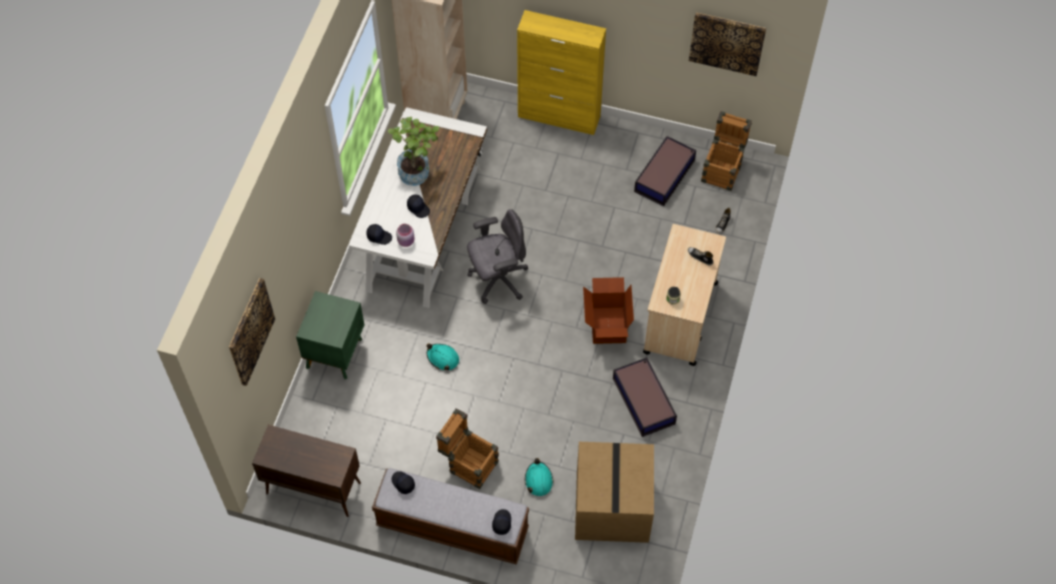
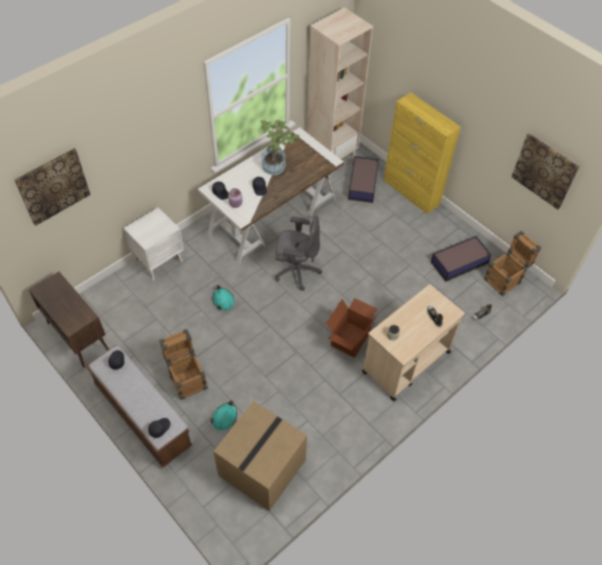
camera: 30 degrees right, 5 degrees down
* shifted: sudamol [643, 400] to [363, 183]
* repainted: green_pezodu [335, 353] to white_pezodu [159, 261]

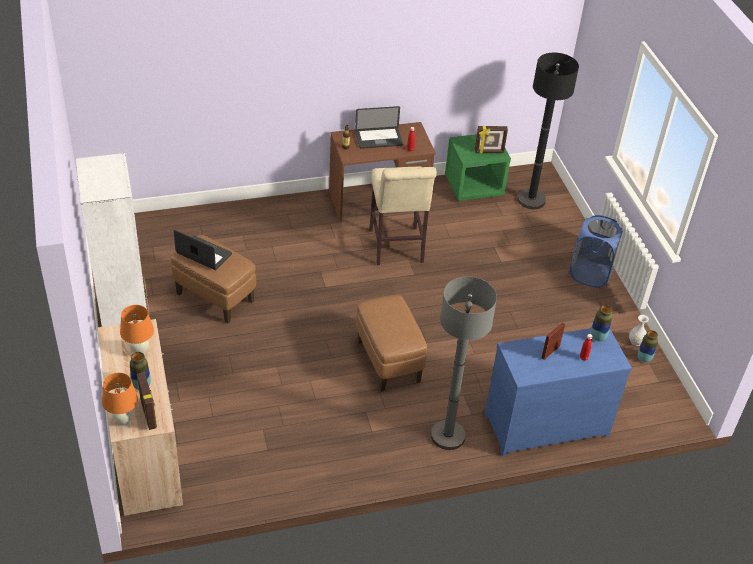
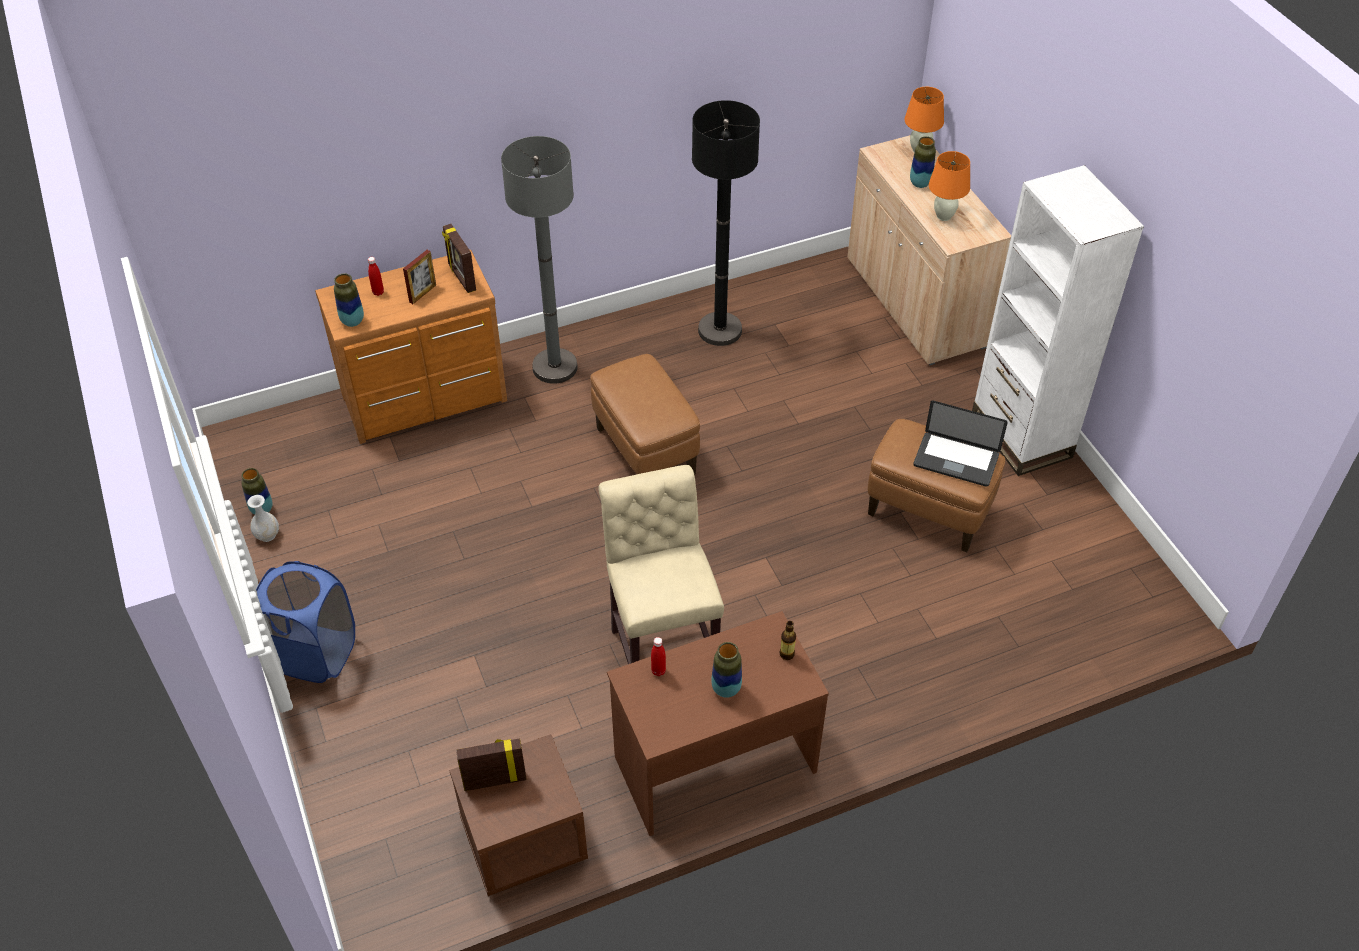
camera: 175 degrees right, 5 degrees up
* shifted: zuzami [149, 414] to [461, 278]
* shifted: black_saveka [531, 200] to [720, 330]
* swapped: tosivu [379, 139] to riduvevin [726, 689]
* repainted: green_pezodu [474, 186] to brown_pezodu [523, 841]
* repainted: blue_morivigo [544, 422] to brown_morivigo [426, 400]

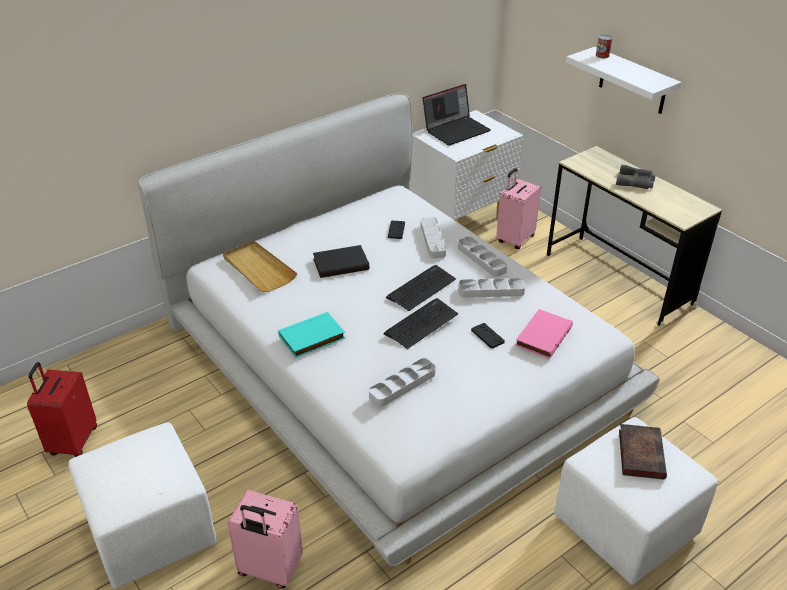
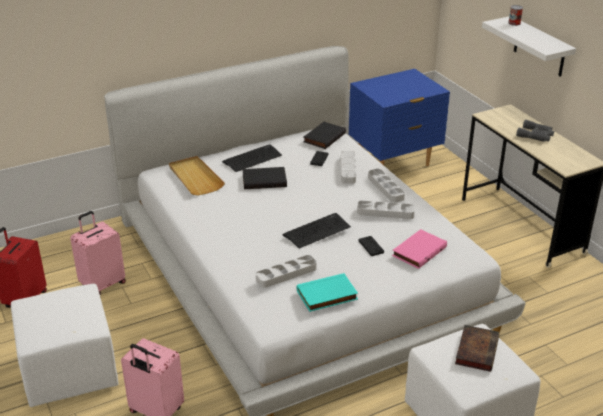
camera: 10 degrees right, 5 degrees down
* gone: tosivu [456, 130]
* new: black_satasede [323, 137]
* shifted: turquoise_satasede [312, 338] to [327, 296]
* shifted: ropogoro [421, 288] to [252, 159]
* shifted: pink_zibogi [514, 239] to [102, 284]
* repainted: white_pezodu [461, 218] to blue_pezodu [394, 163]

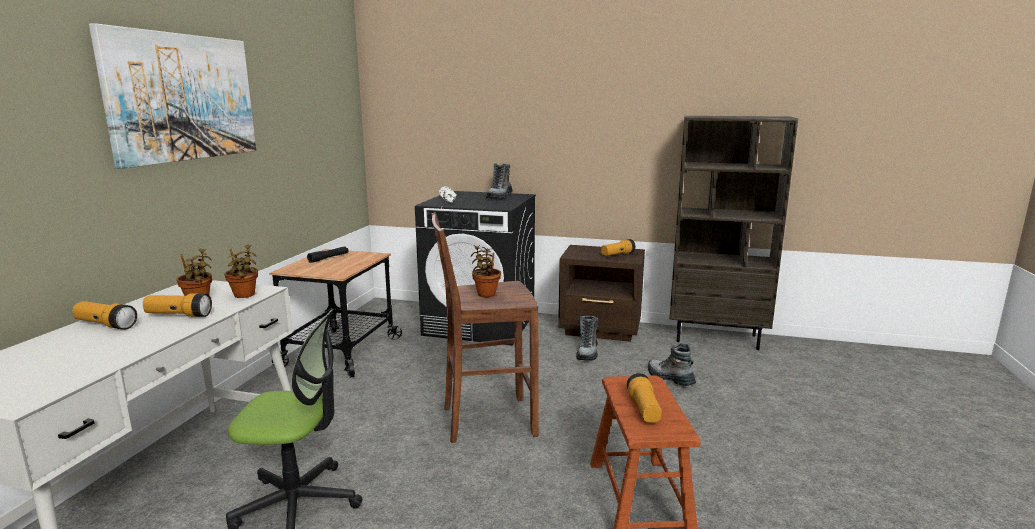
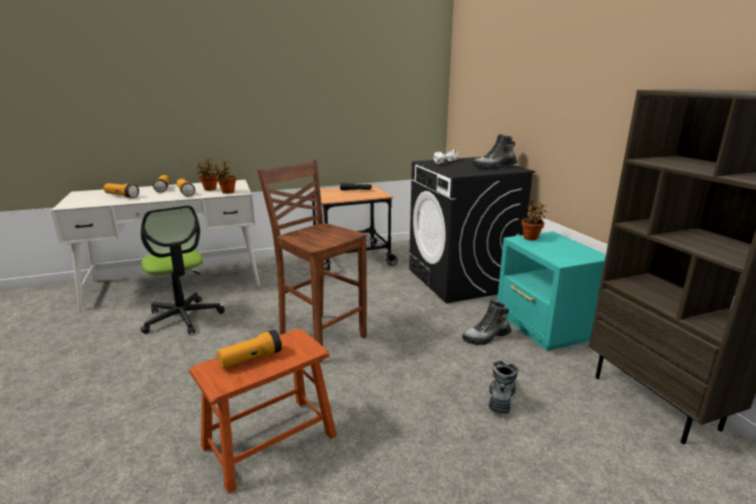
camera: 55 degrees right, 5 degrees up
* gone: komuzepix [183, 97]
* shifted: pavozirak [486, 293] to [531, 237]
* shifted: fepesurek [617, 255] to [122, 196]
* repainted: brown_pezodu [601, 330] to turquoise_pezodu [544, 329]

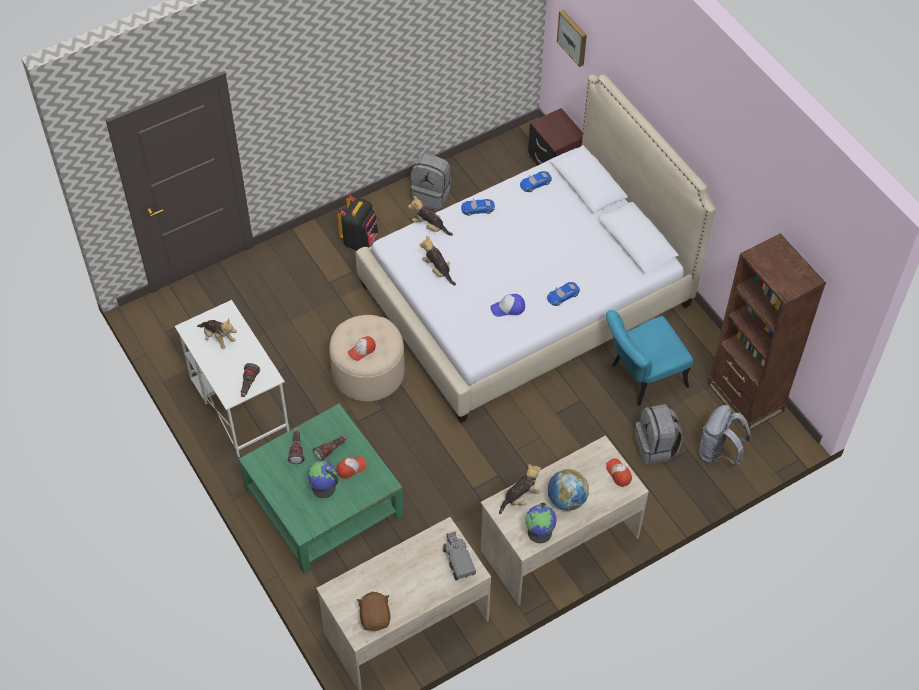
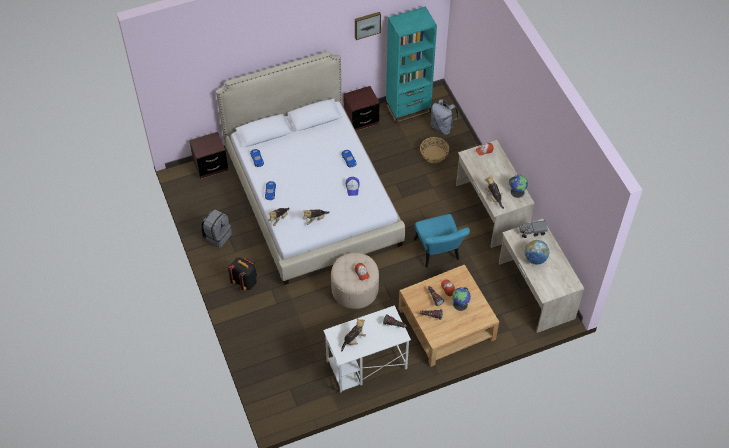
camera: 80 degrees left, 0 degrees up
* gone: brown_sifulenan [375, 617]
* new: brown_pezodu [361, 120]
* shifted: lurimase [566, 500] to [535, 259]
* shifted: komuzepix [573, 37] to [367, 24]
* shifted: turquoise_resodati [641, 378] to [438, 253]
* swapped: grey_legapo [656, 447] to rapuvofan [434, 154]
* repainted: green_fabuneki [323, 501] to beige_fabuneki [446, 324]
* repainted: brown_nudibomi [745, 397] to turquoise_nudibomi [408, 108]

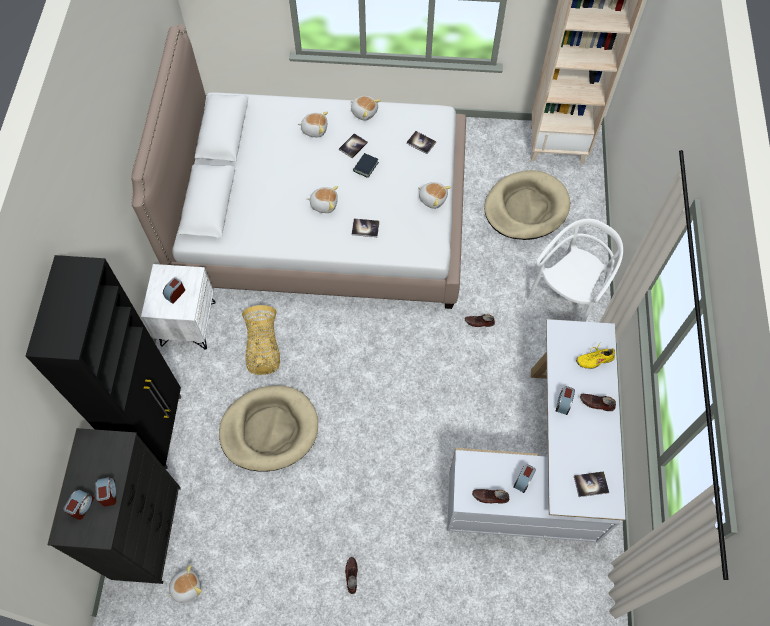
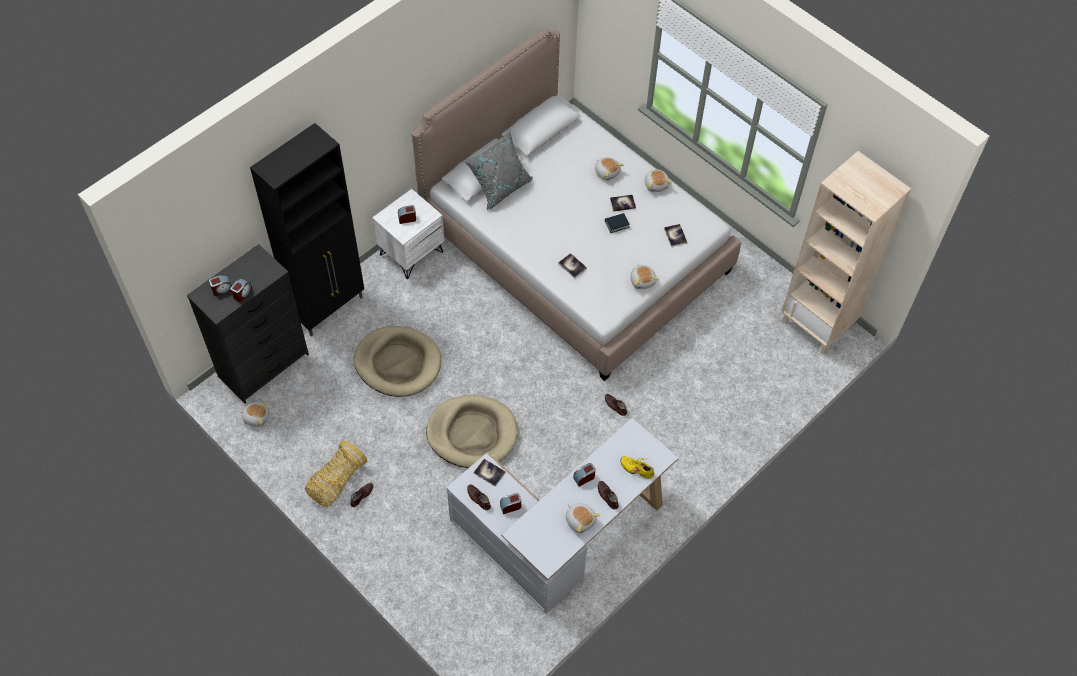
camera: 40 degrees right, 5 degrees down
* gone: white_resodati [568, 296]
* new: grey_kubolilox [500, 186]
* shifted: rapuvofan [263, 348] to [336, 482]
* shifted: sifulenan [324, 204] to [580, 520]
* shifted: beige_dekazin [526, 208] to [472, 433]
* shifted: satasede [591, 484] to [489, 472]

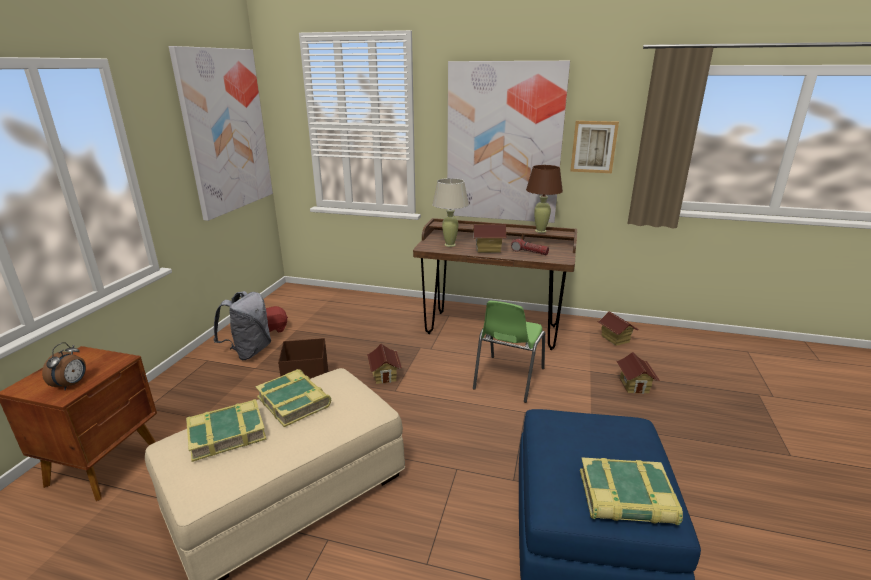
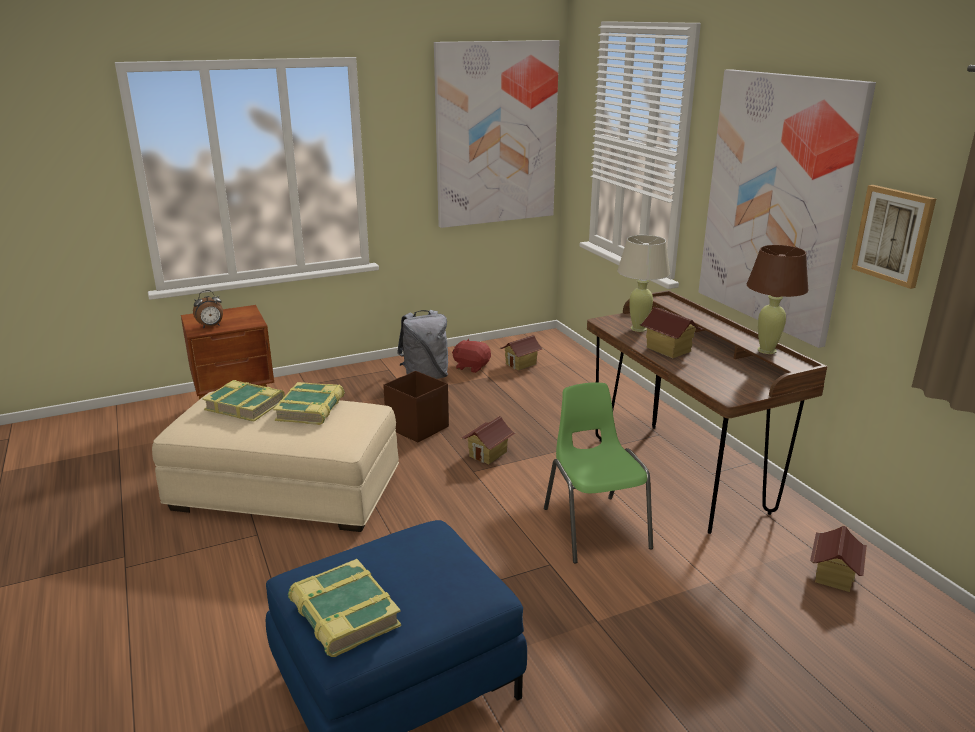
camera: 50 degrees right, 0 degrees up
* gone: fepesurek [529, 252]
* shifted: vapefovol [634, 385] to [521, 364]
* rotated: green_resodati [507, 379] = [594, 527] 90 degrees clockwise

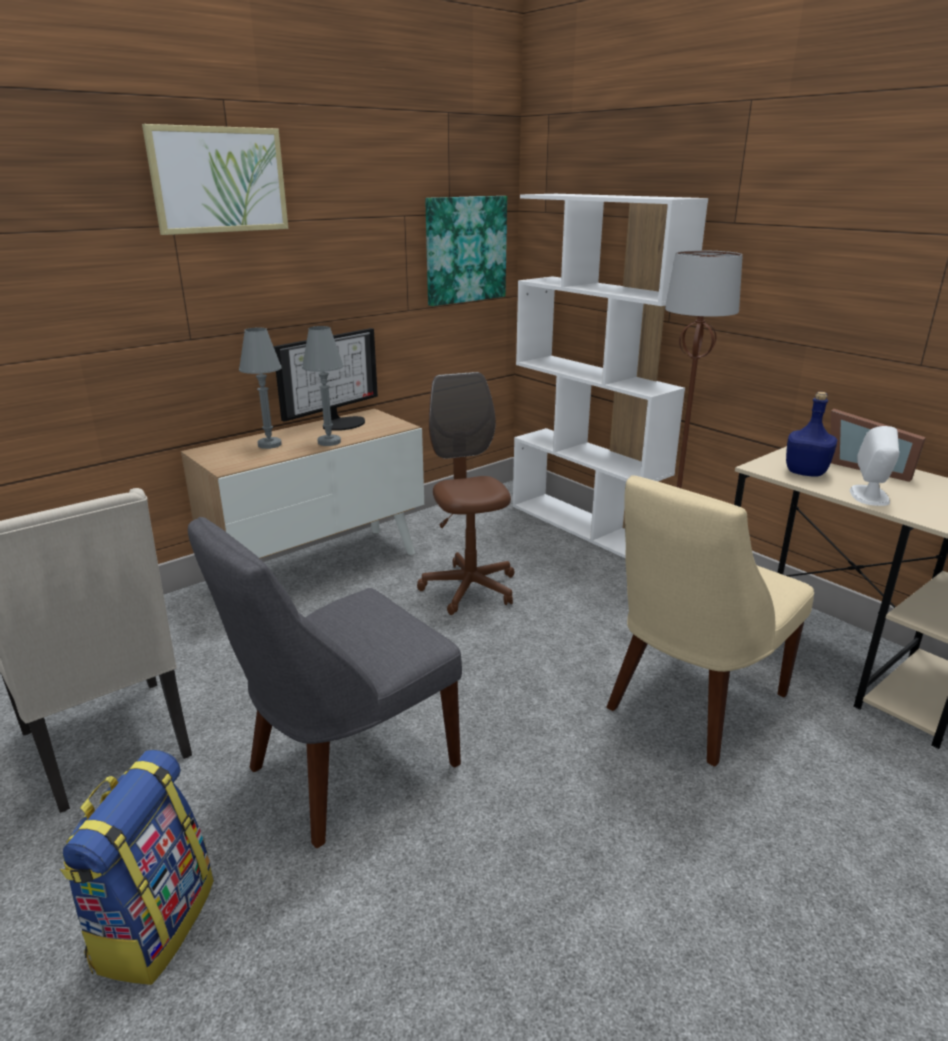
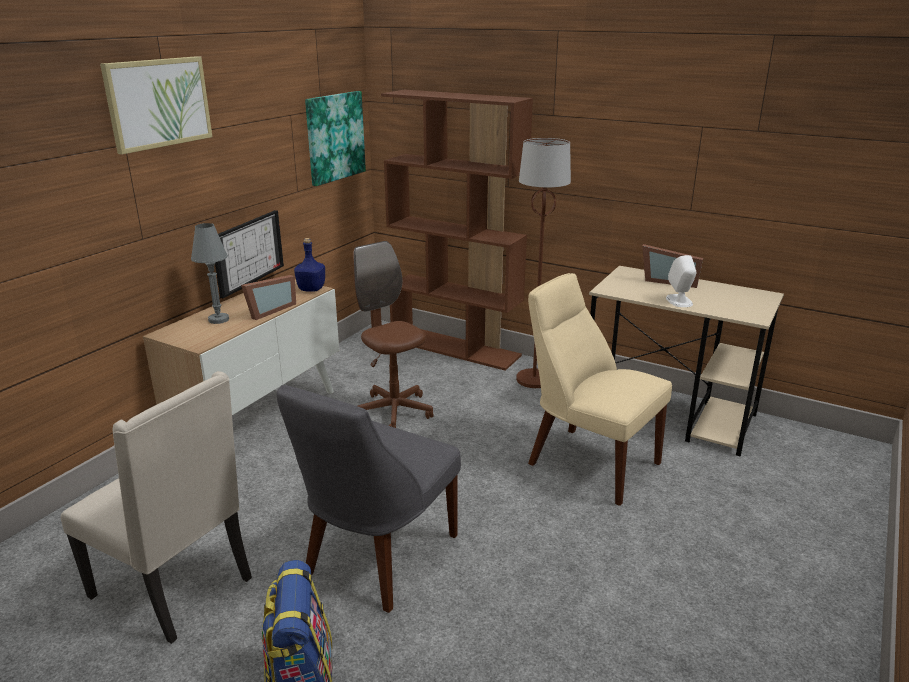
camera: 20 degrees left, 0 degrees up
* shifted: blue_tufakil [804, 472] to [311, 289]
* swapped: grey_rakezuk [329, 442] to zuzami [268, 310]
* repainted: white_nudibomi [586, 526] to brown_nudibomi [456, 348]
* rotated: beige_resodati [690, 704] = [588, 461] 105 degrees clockwise

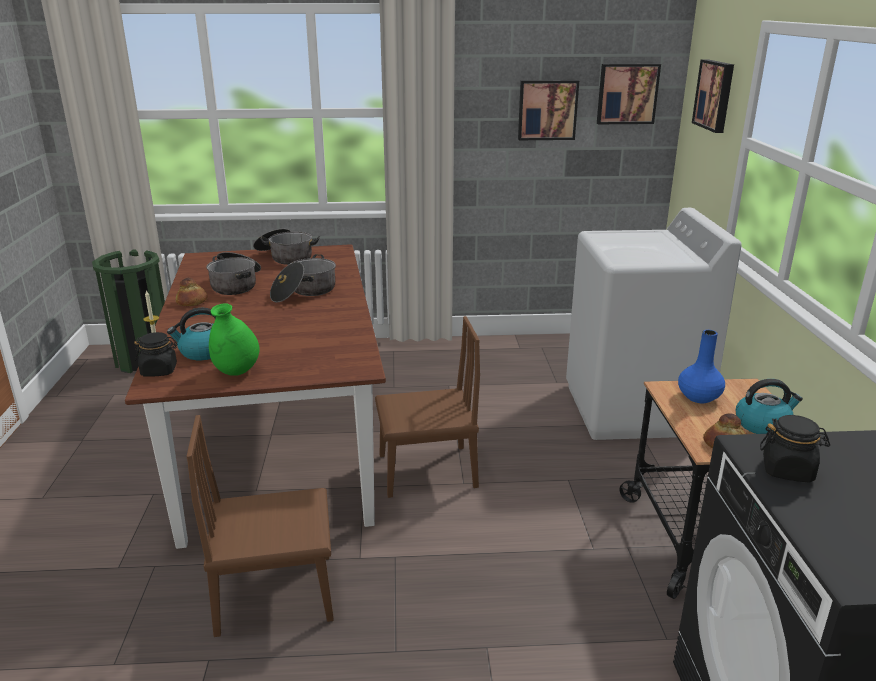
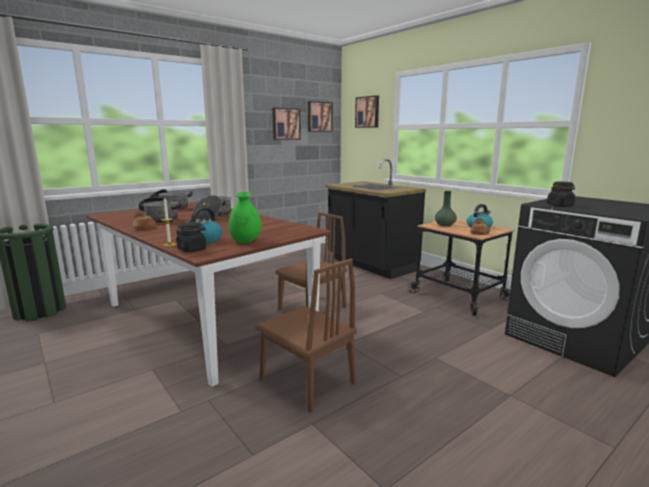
camera: 35 degrees left, 10 degrees down
* swapped: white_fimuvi [633, 409] to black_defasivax [371, 265]
* repainted: blue_riduvevin [699, 397] to green_riduvevin [445, 225]
* rotated: brown_resodati [275, 594] = [307, 381] 90 degrees counterclockwise

